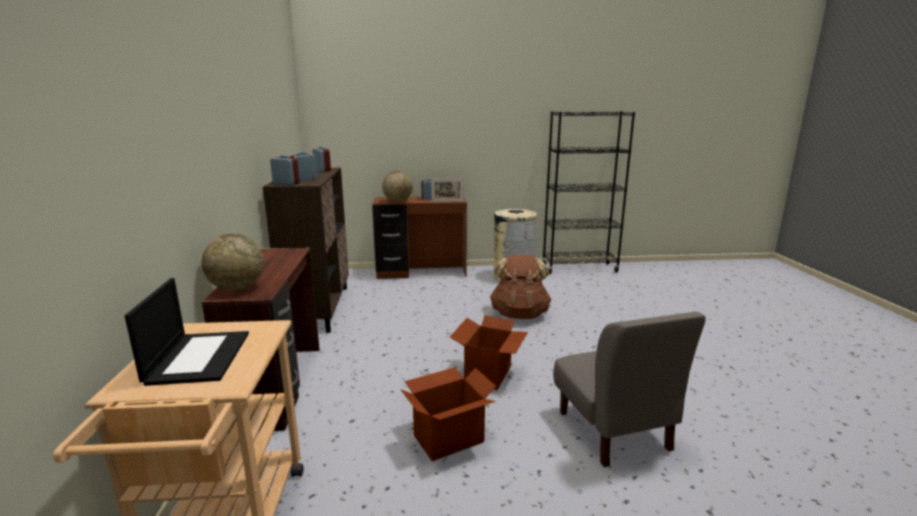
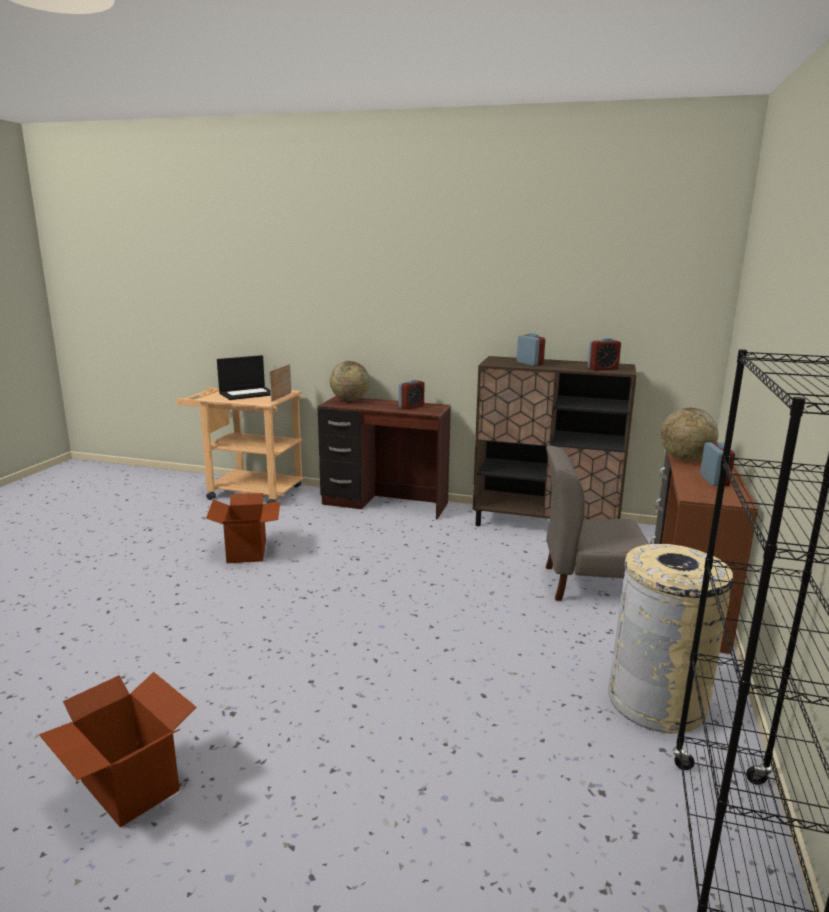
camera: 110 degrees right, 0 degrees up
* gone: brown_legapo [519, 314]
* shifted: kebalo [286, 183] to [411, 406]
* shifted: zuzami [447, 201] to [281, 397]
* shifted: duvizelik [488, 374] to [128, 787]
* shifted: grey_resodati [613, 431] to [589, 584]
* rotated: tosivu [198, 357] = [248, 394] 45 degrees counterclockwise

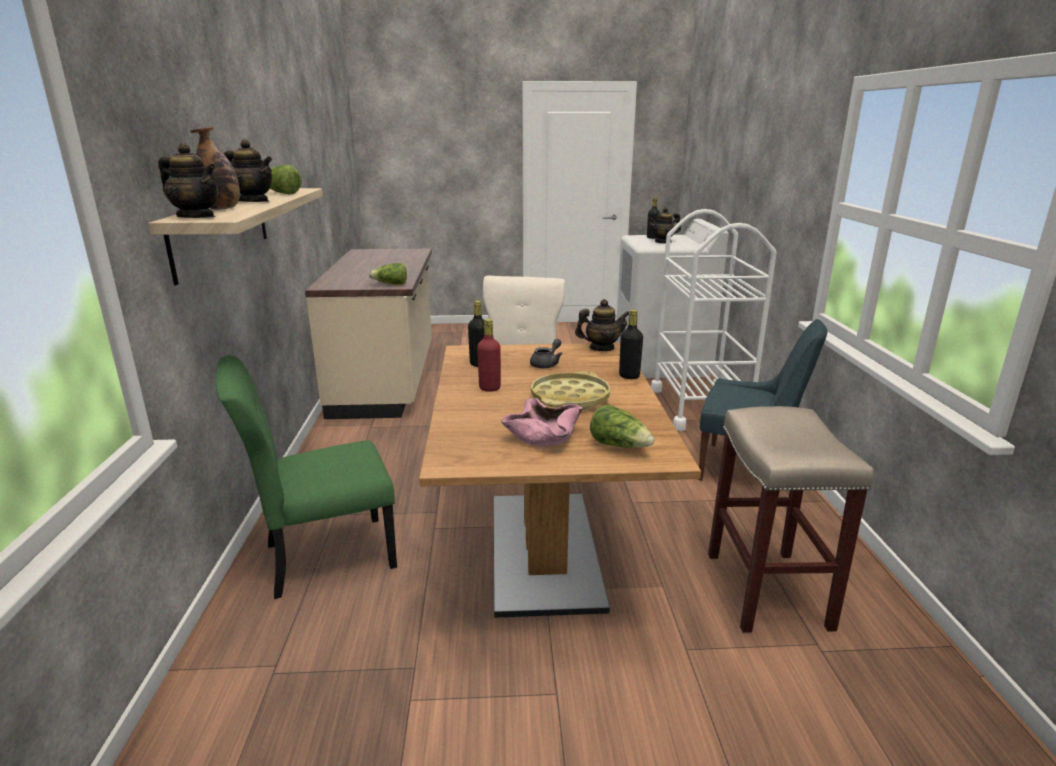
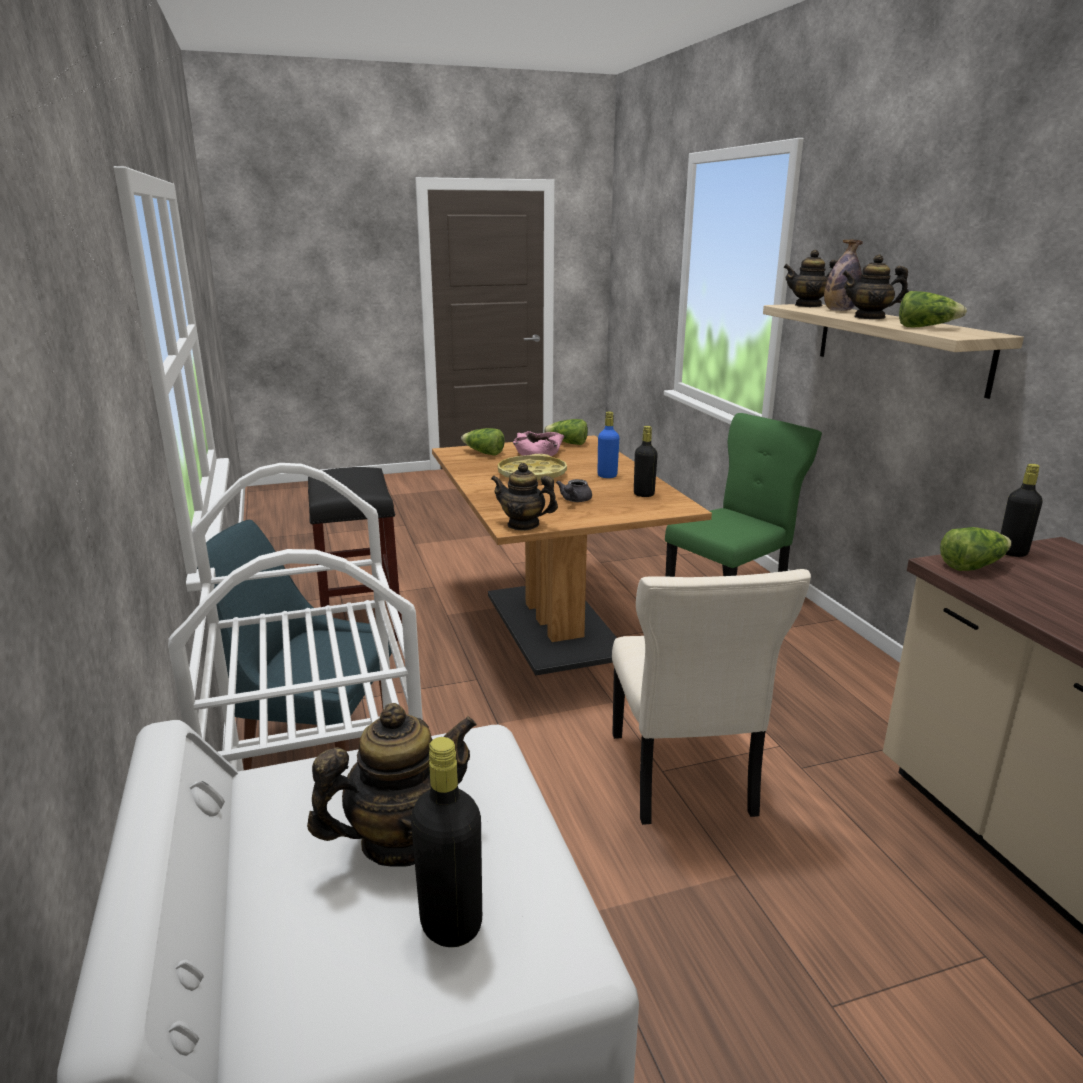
camera: 165 degrees right, 0 degrees up
* new: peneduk [567, 443]
* shifted: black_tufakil [629, 376] to [1012, 553]
* repainted: red_tufakil [489, 388] to blue_tufakil [607, 476]
* repainted: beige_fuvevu [768, 591] to black_fuvevu [359, 621]
* rotated: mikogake [601, 348] = [523, 525] 45 degrees clockwise

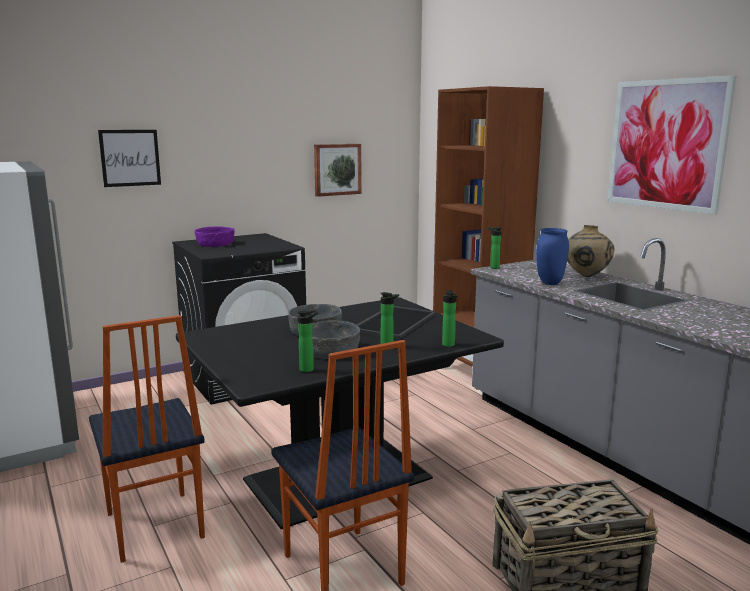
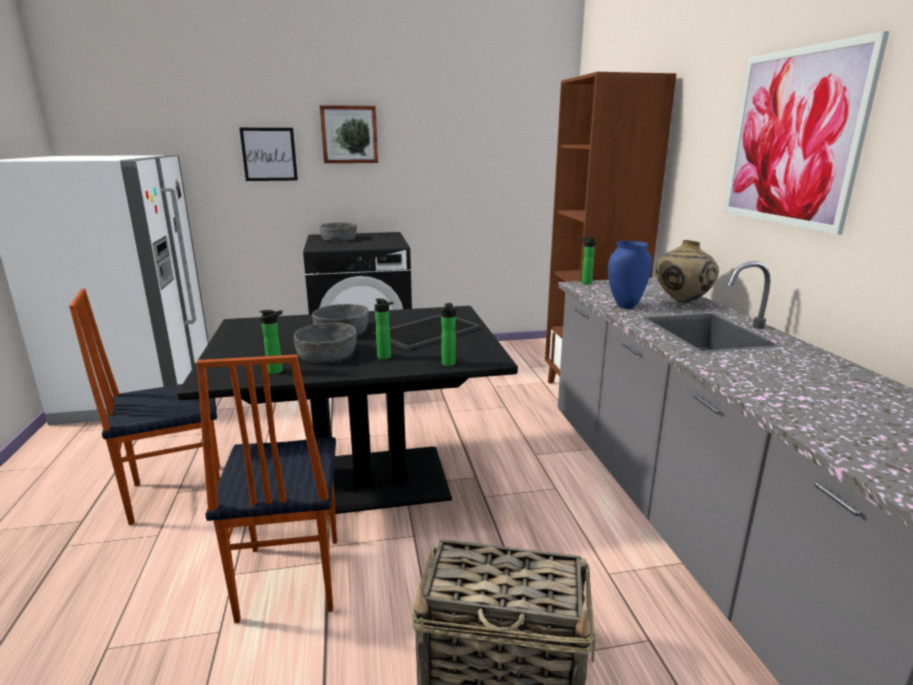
camera: 20 degrees right, 5 degrees up
* shifted: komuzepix [337, 169] to [349, 134]
* repainted: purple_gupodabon [215, 243] to grey_gupodabon [338, 238]
* rotated: resodati [153, 526] = [177, 493] 75 degrees clockwise

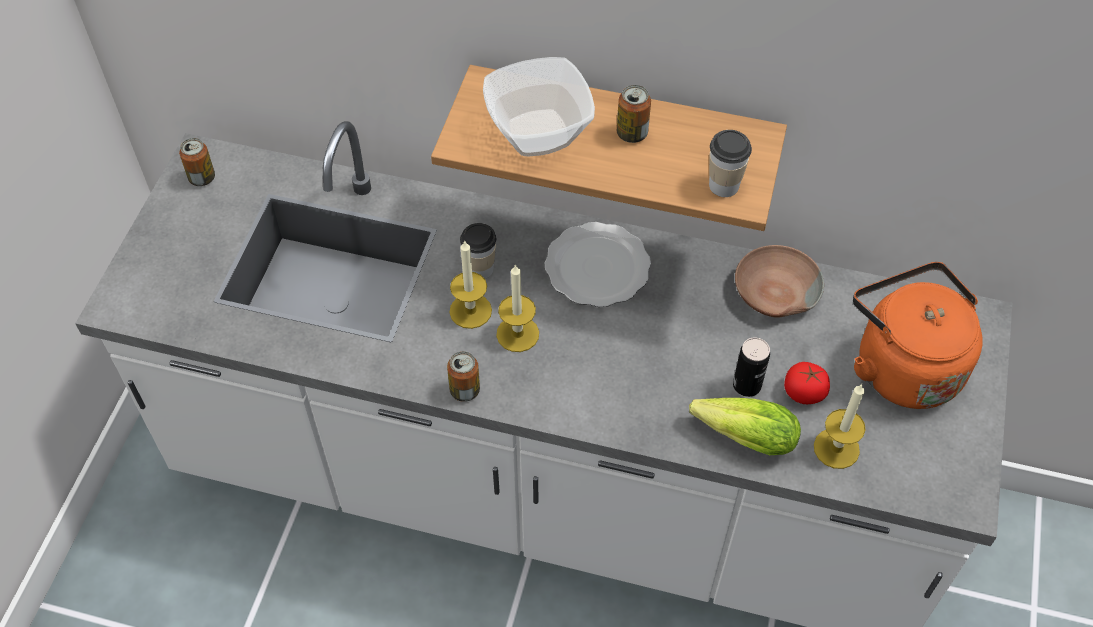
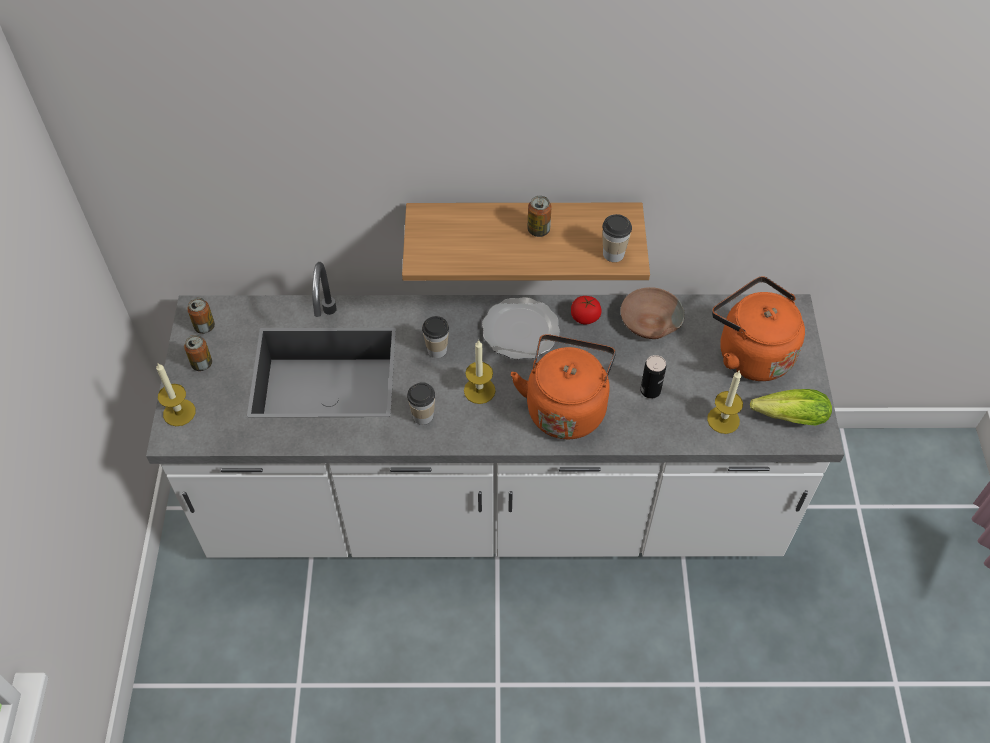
camera: 15 degrees left, 0 degrees up
* gone: gupodabon [537, 133]
* new: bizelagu [423, 416]
* new: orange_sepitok [566, 406]
* shifted: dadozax [465, 390] to [202, 364]
* shifted: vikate [470, 311] to [179, 412]
* shifted: peneduk [740, 435] to [785, 417]
* shifted: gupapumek [804, 392] to [585, 317]

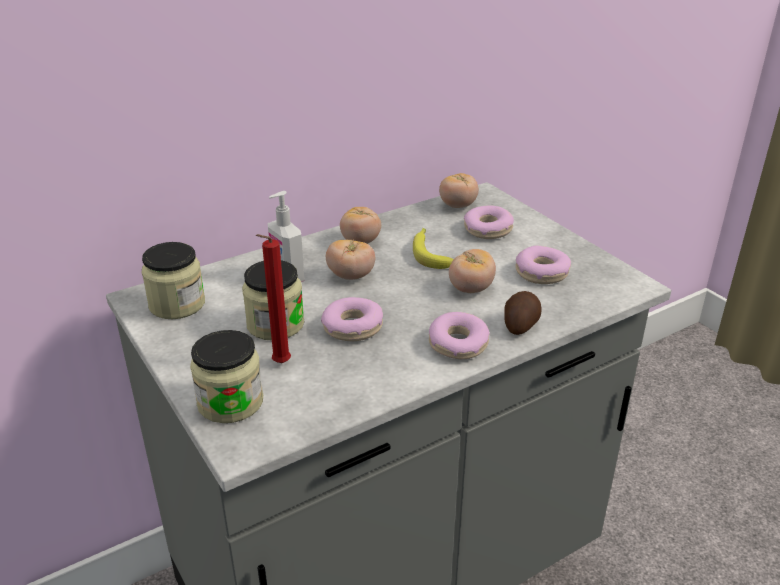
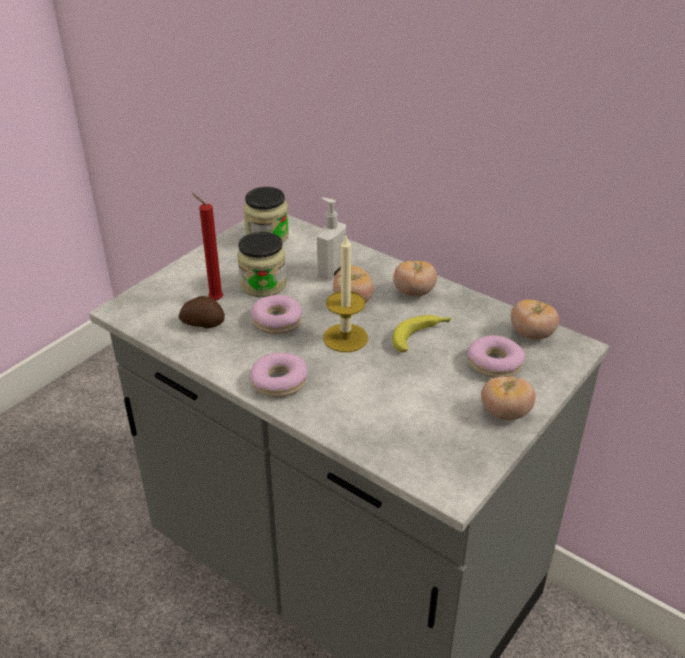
camera: 70 degrees right, 5 degrees up
* gone: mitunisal [230, 402]
* gone: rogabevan [542, 273]
* new: vikate [345, 338]
* shifted: gupapumek [471, 289] to [505, 413]
* shifted: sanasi [520, 324] to [203, 323]

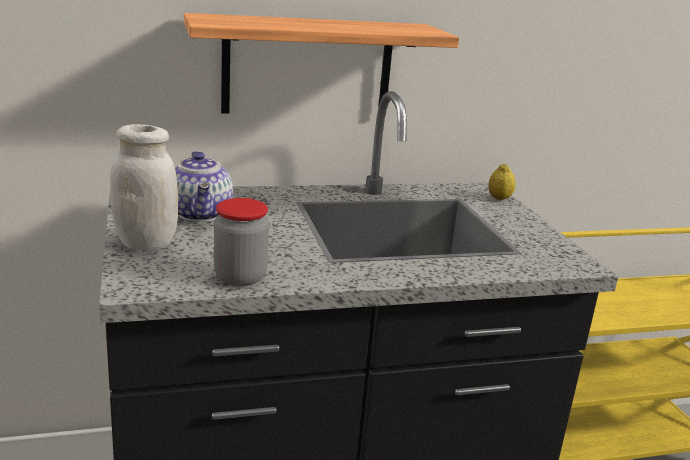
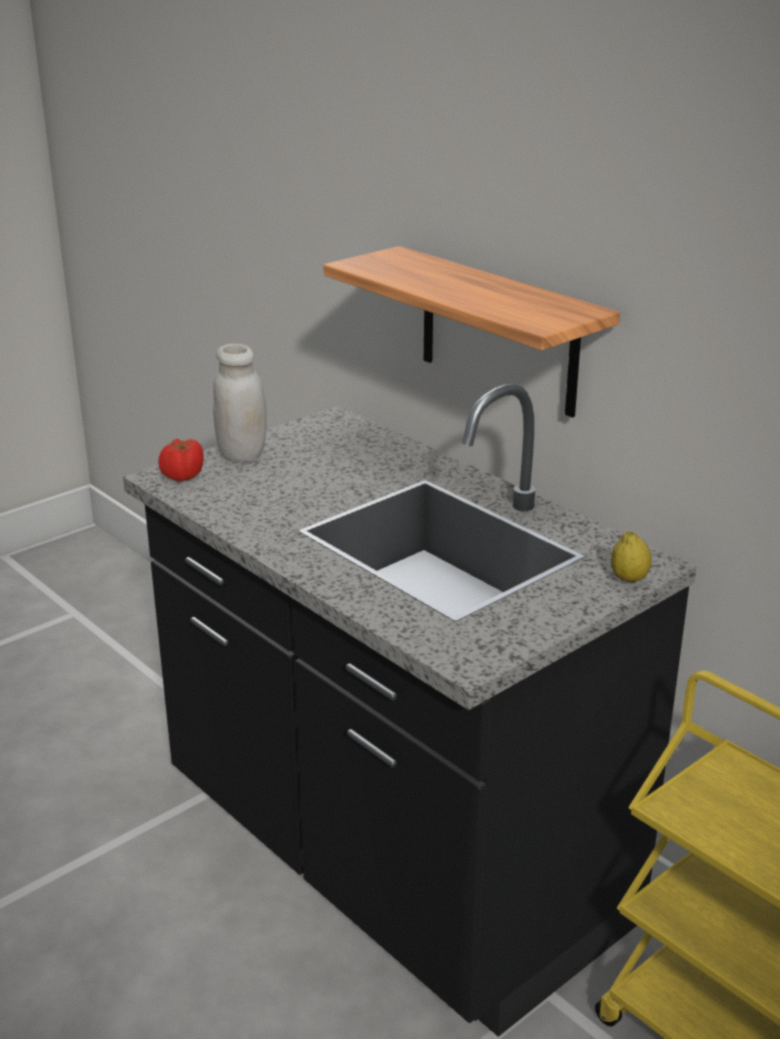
camera: 65 degrees right, 5 degrees up
* gone: mikogake [201, 214]
* gone: mitunisal [240, 277]
* new: gupapumek [182, 476]

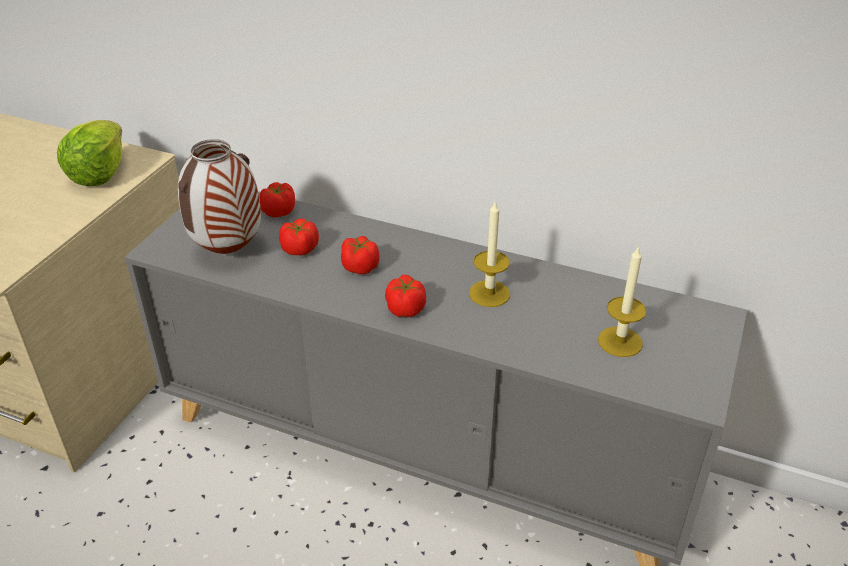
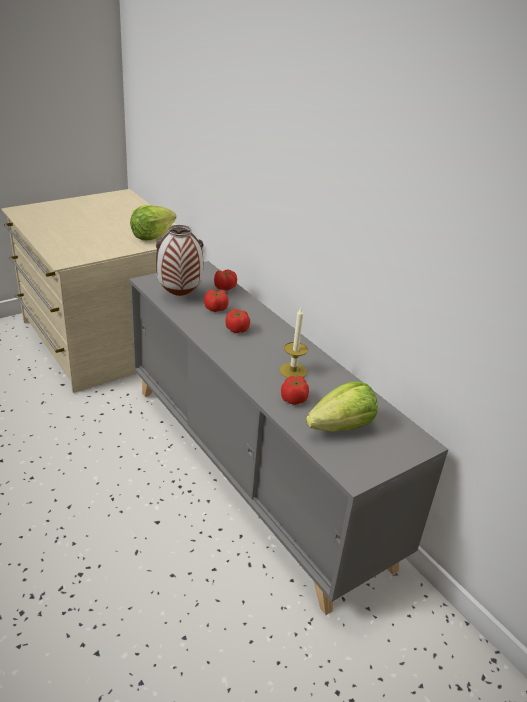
camera: 30 degrees right, 5 degrees down
* shifted: gupapumek [405, 309] to [294, 399]
* swapped: vikate [620, 342] to peneduk [341, 427]

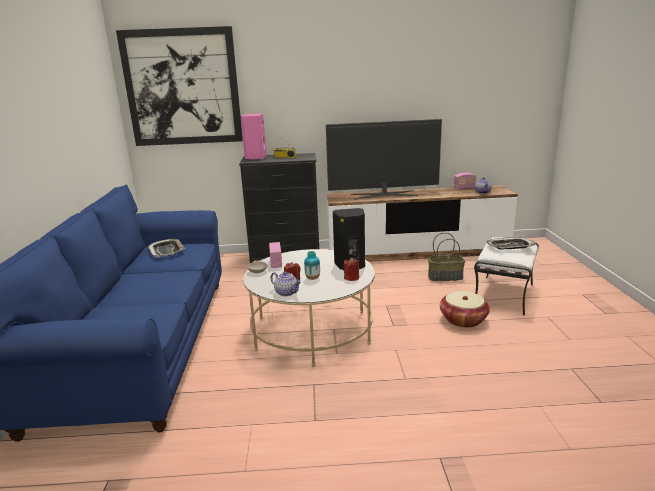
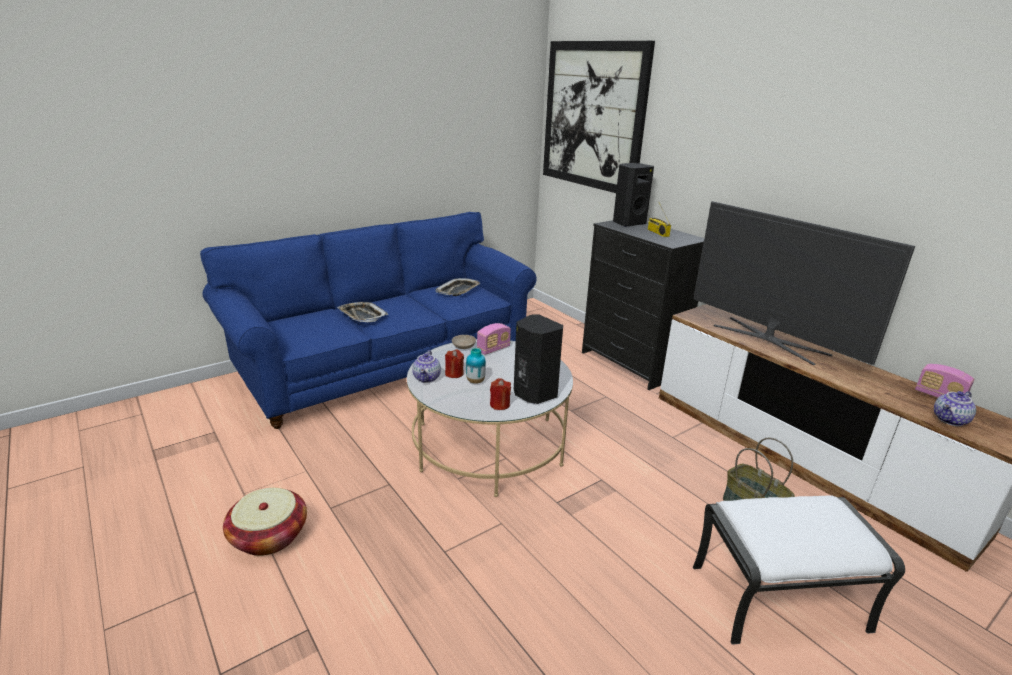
camera: 55 degrees right, 5 degrees up
* shifted: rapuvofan [463, 320] to [269, 536]
* shifted: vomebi [509, 247] to [362, 316]
* repainted: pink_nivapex [255, 158] to black_nivapex [628, 223]

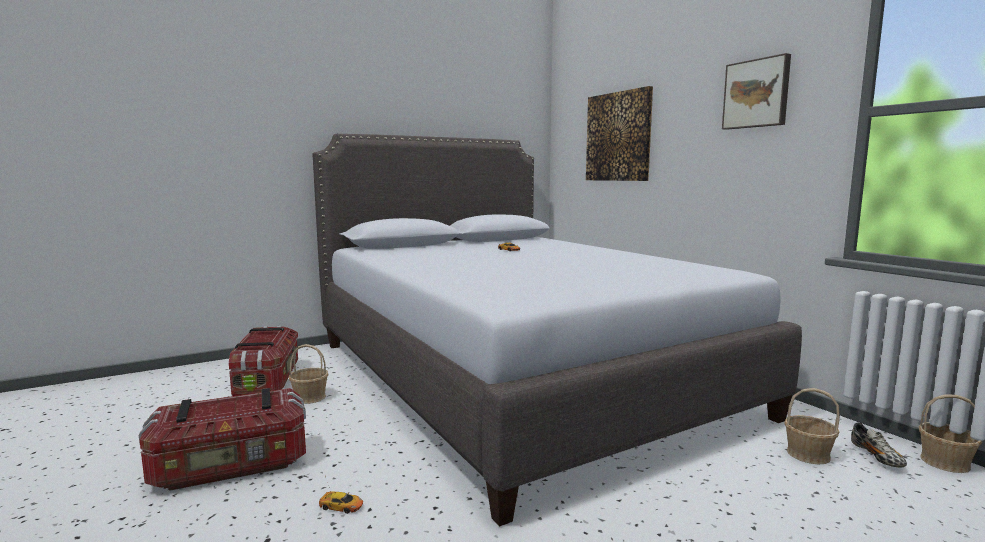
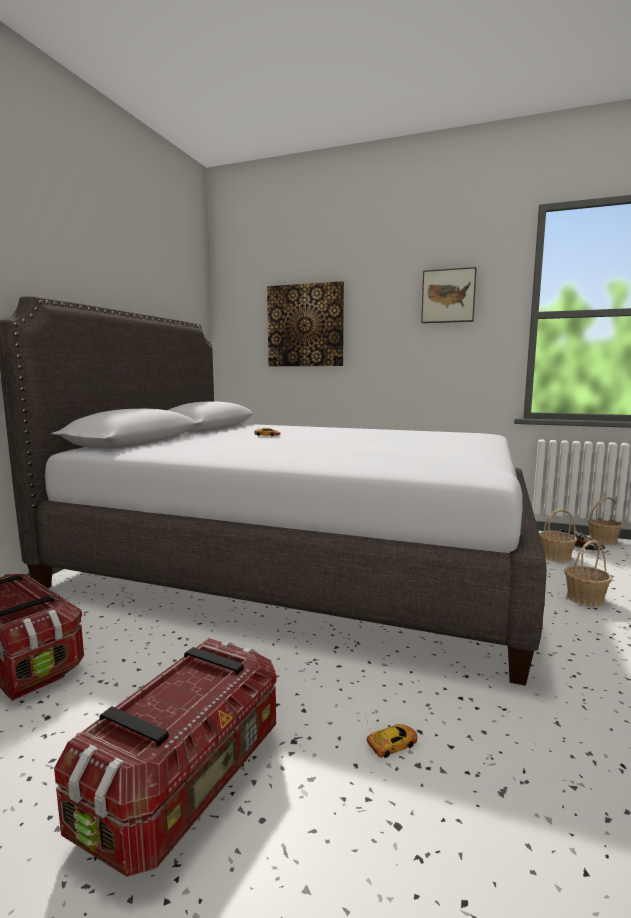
camera: 40 degrees left, 0 degrees up
* shifted: rapuvofan [309, 397] to [584, 599]

